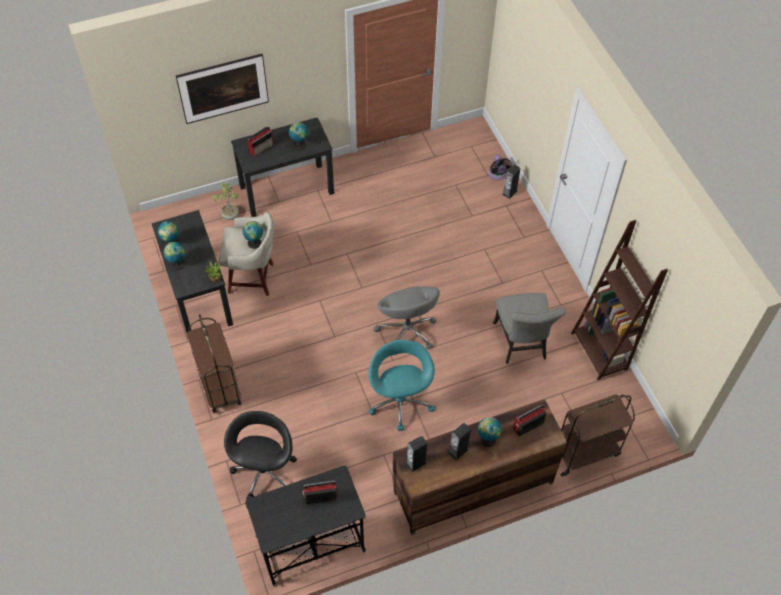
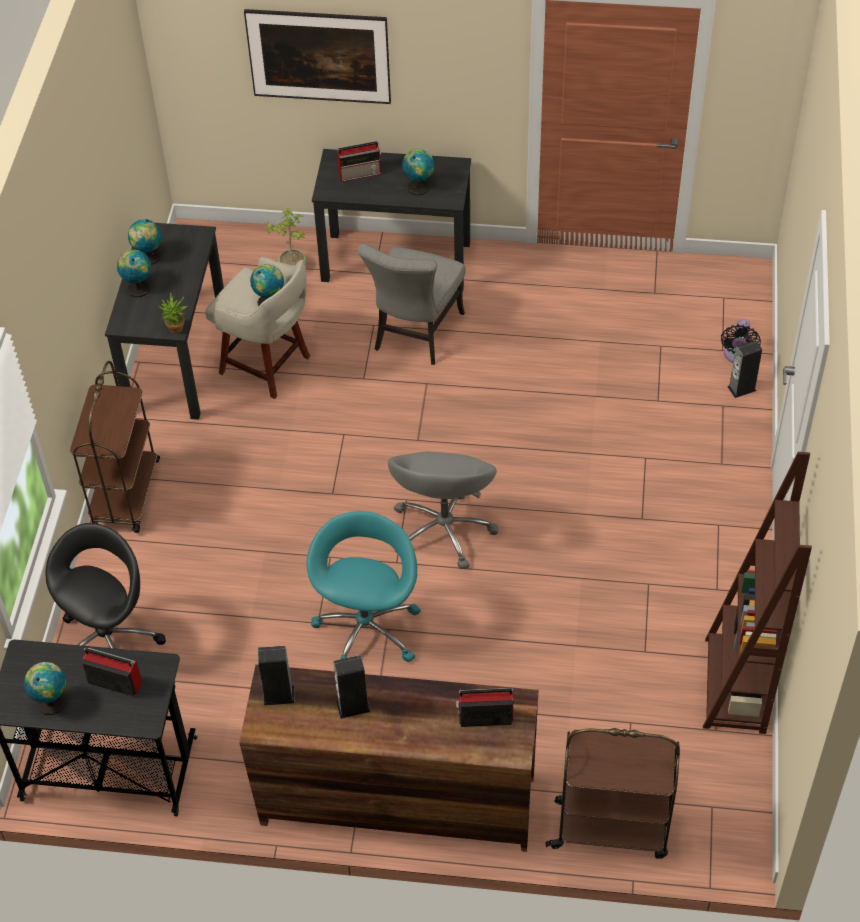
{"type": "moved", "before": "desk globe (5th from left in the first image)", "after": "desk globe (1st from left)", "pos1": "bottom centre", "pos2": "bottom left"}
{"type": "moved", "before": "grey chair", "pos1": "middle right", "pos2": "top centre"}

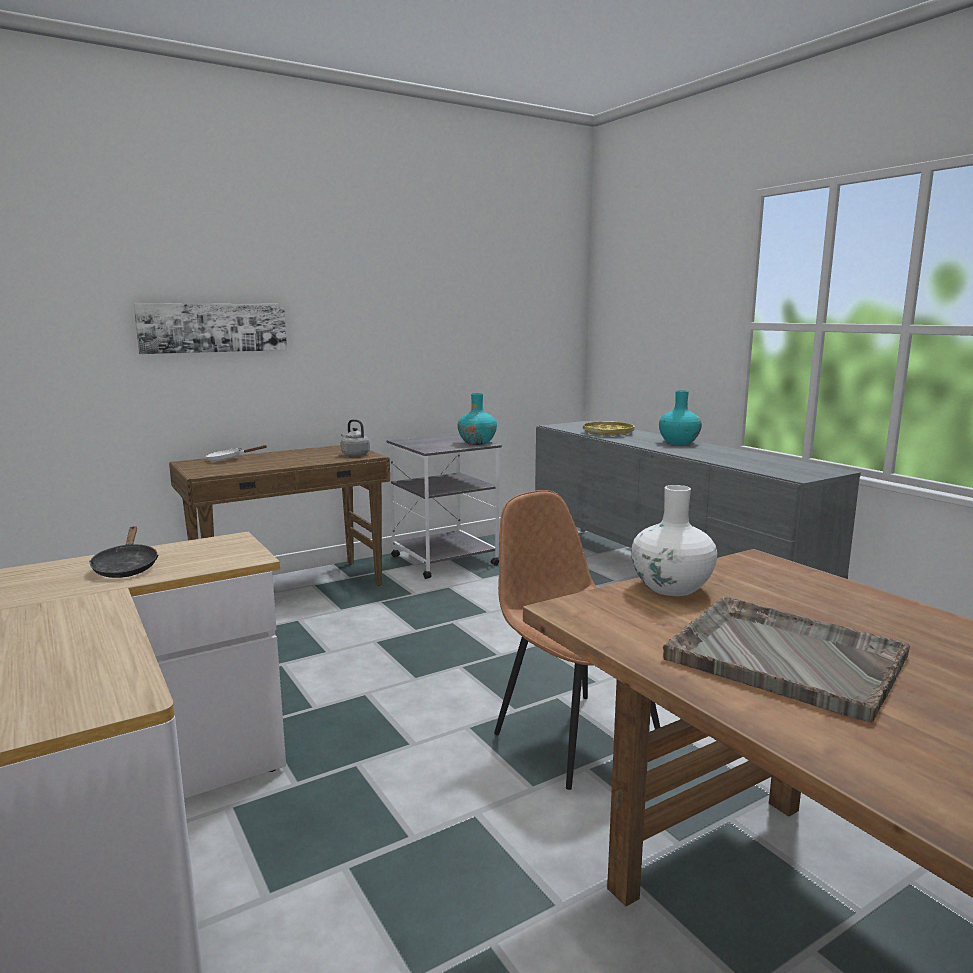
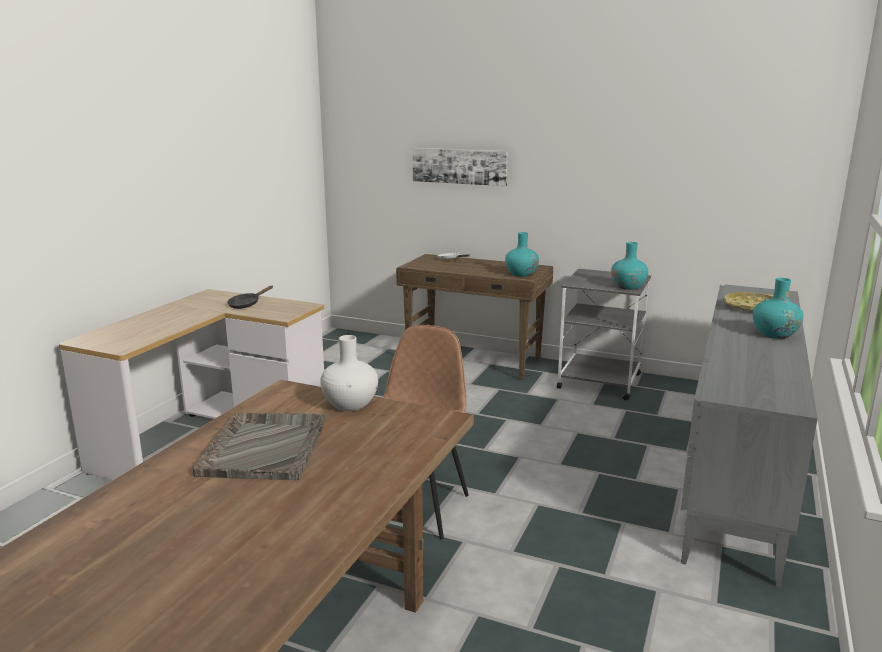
{"type": "replaced", "before": "grey water kettle", "after": "turquoise decorative vase (1st from left)", "pos1": "centre", "pos2": "centre"}

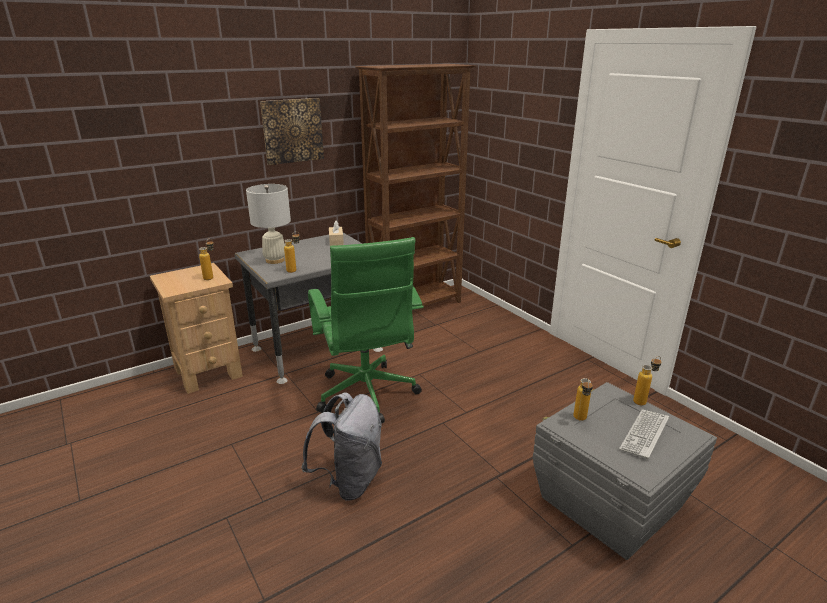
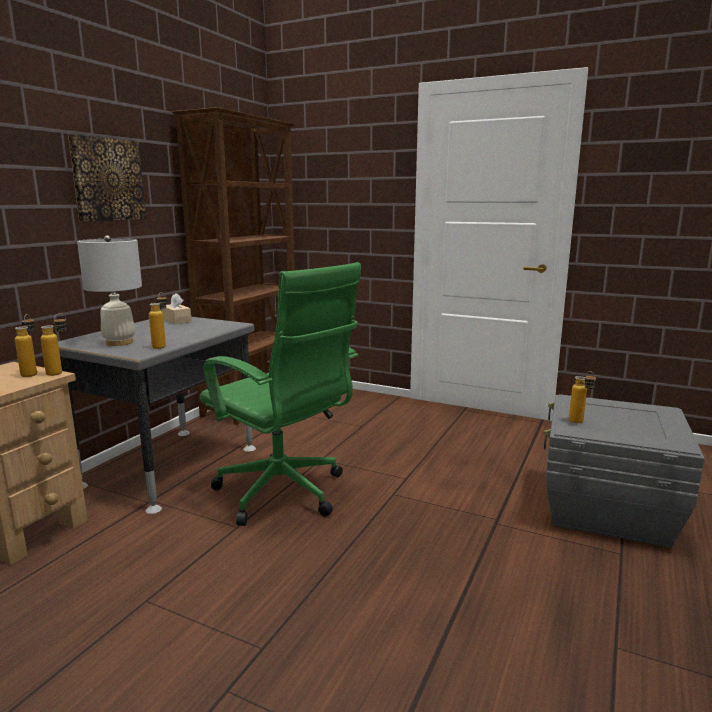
{"type": "removed", "before": "grey knapsack", "pos1": "bottom centre"}
{"type": "removed", "before": "PC keyboard", "pos1": "bottom right"}
{"type": "moved", "before": "beverage bottle (4th from left in the first image)", "after": "beverage bottle (2nd from left)", "pos1": "middle right", "pos2": "middle left"}

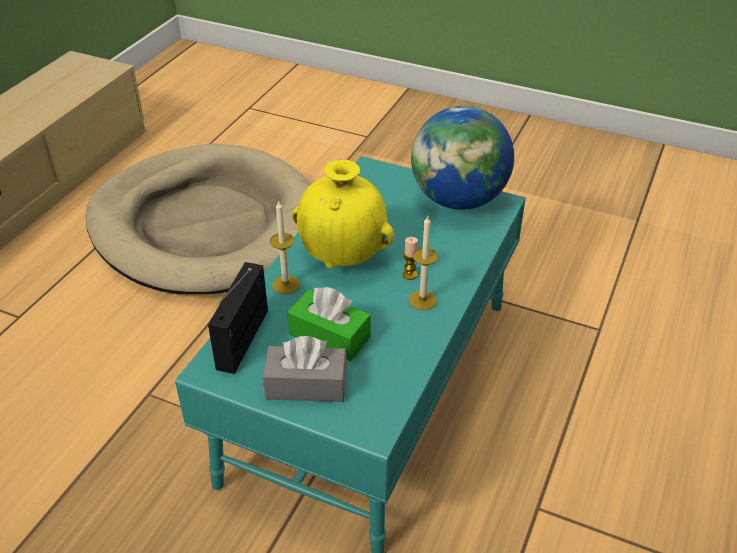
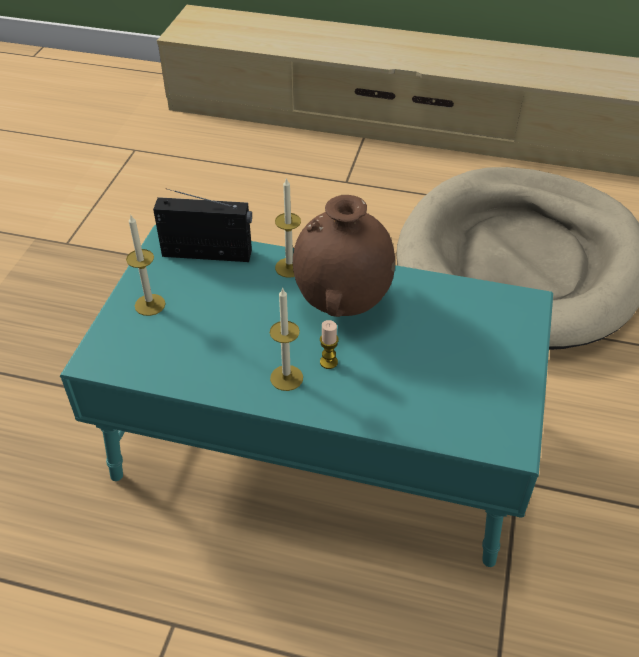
{"type": "replaced", "before": "grey tissue holder", "after": "wax candle (1st from left)", "pos1": "bottom centre", "pos2": "middle left"}
{"type": "removed", "before": "green-coloured tissue holder", "pos1": "centre"}
{"type": "recoloured", "before": "yellowish decorative vase", "after": "brown decorative vase", "pos1": "centre", "pos2": "centre"}
{"type": "removed", "before": "desk globe", "pos1": "top centre"}

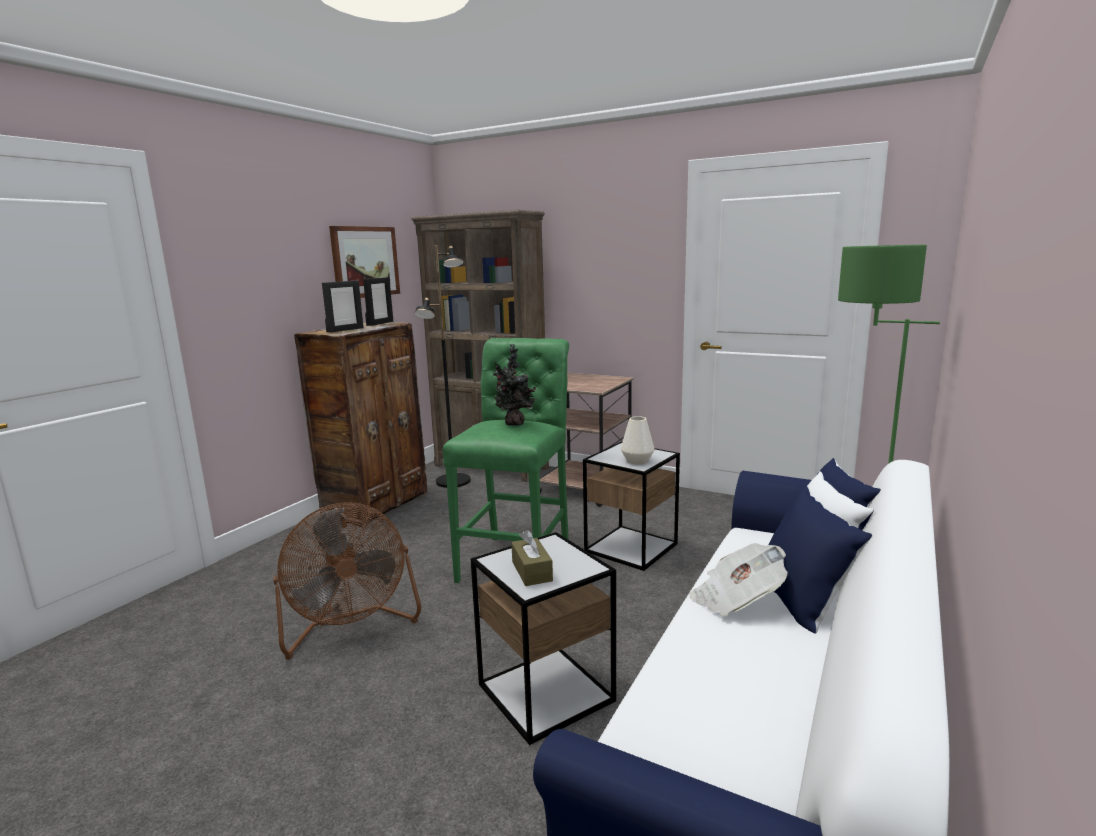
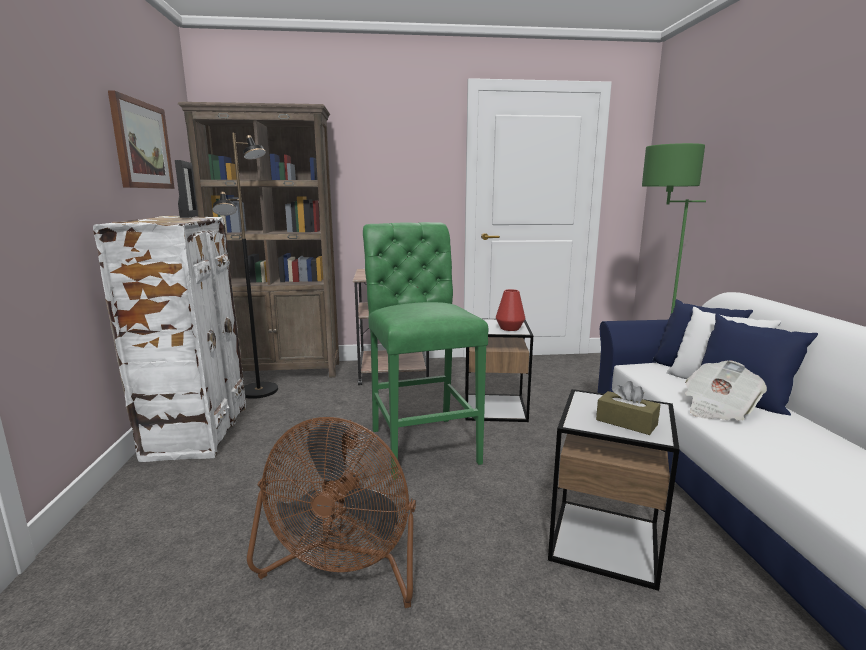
{"type": "turned", "before": "brown fan", "pos1": "bottom left", "pos2": "bottom centre", "turn": 75}
{"type": "recoloured", "before": "brown cupboard", "after": "whitish cupboard", "pos1": "middle left", "pos2": "middle left"}
{"type": "removed", "before": "photo frame (1st from left)", "pos1": "middle left"}
{"type": "removed", "before": "potted plant", "pos1": "centre"}
{"type": "recoloured", "before": "whitish decorative vase", "after": "reddish decorative vase", "pos1": "centre", "pos2": "centre"}

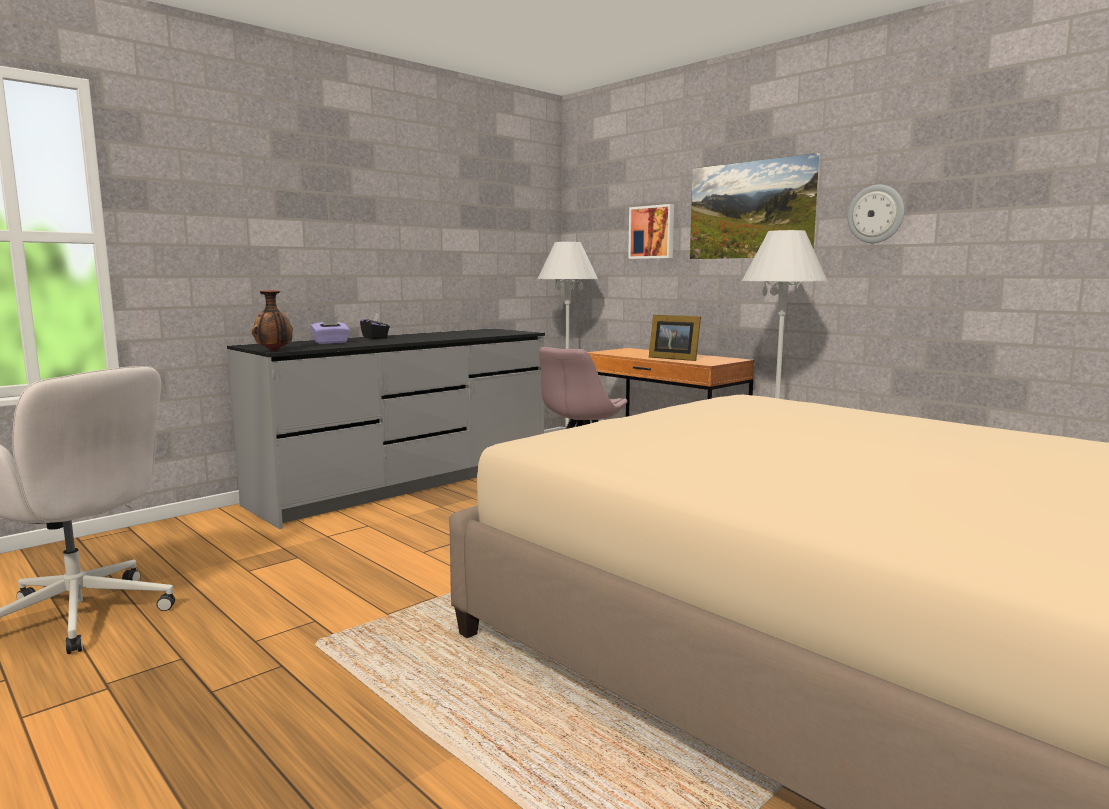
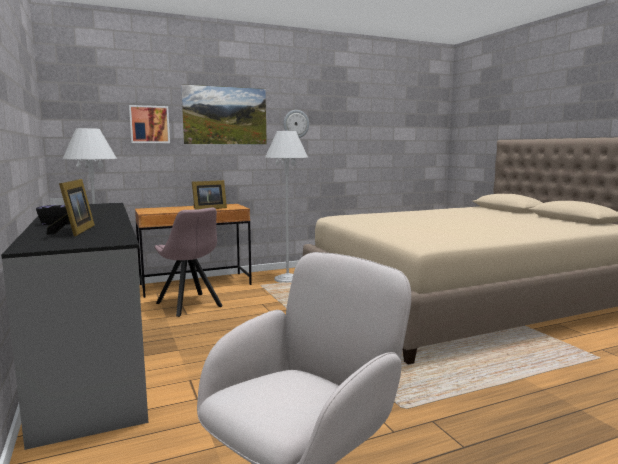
{"type": "removed", "before": "decorative vase", "pos1": "middle left"}
{"type": "replaced", "before": "purple tissue holder", "after": "photo frame (1st from left)", "pos1": "middle left", "pos2": "middle left"}

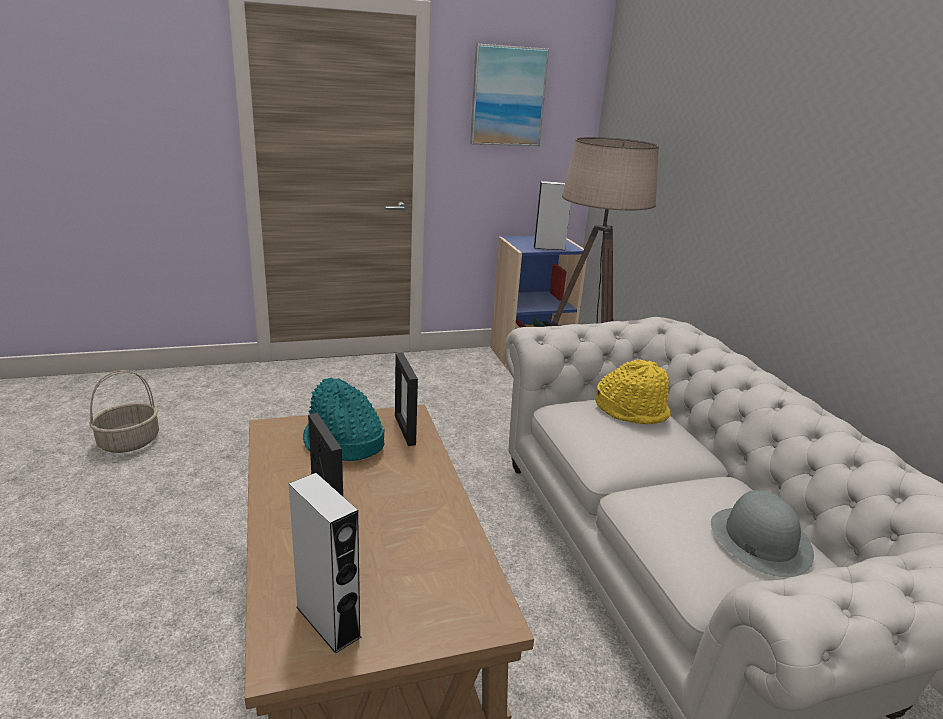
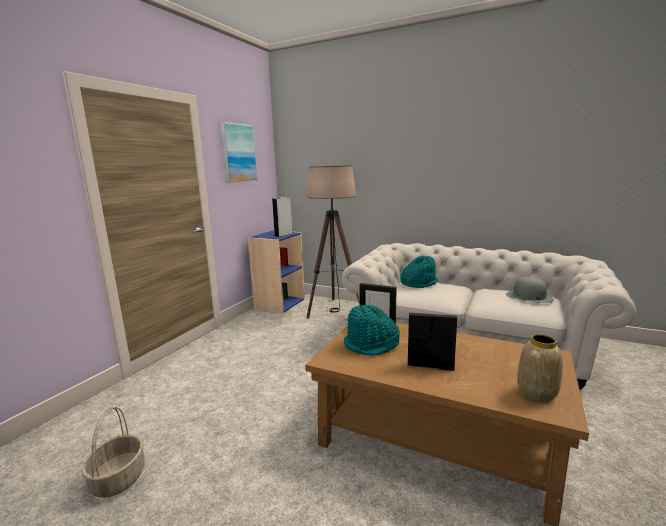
{"type": "replaced", "before": "grey audio speaker (1st from left)", "after": "decorative vase", "pos1": "bottom centre", "pos2": "bottom right"}
{"type": "recoloured", "before": "yellowish wearable hat", "after": "turquoise wearable hat (2nd from left)", "pos1": "middle right", "pos2": "centre"}

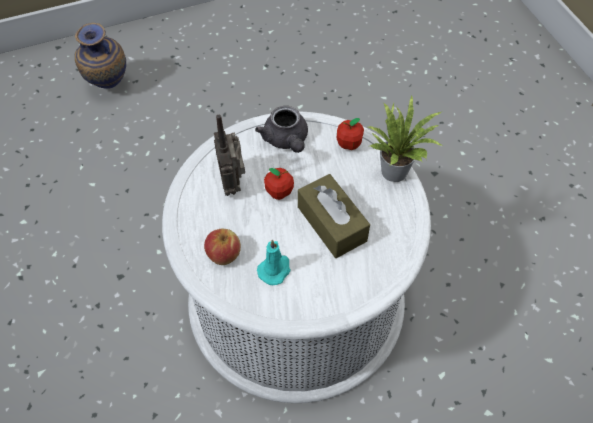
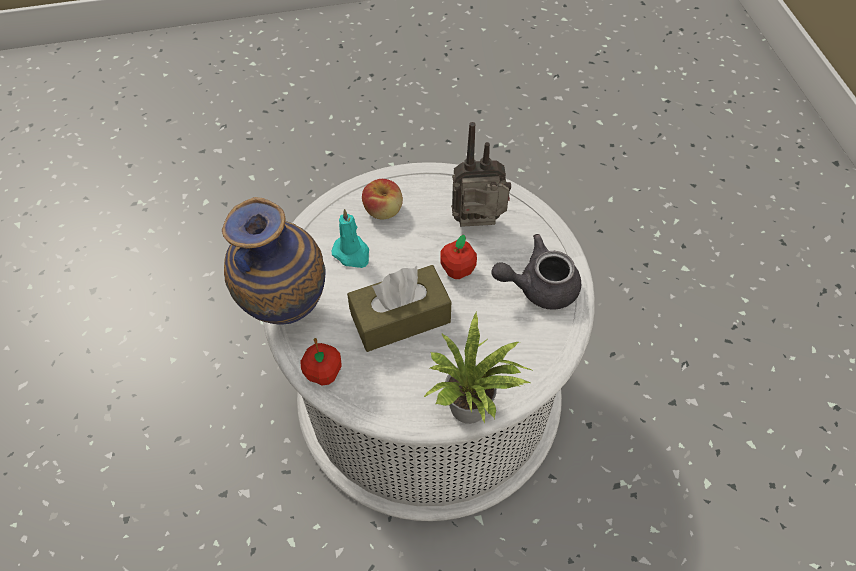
{"type": "moved", "before": "decorative vase", "pos1": "top left", "pos2": "middle left"}
{"type": "moved", "before": "apple (3rd from left in the first image)", "after": "apple (1st from left)", "pos1": "top centre", "pos2": "centre"}

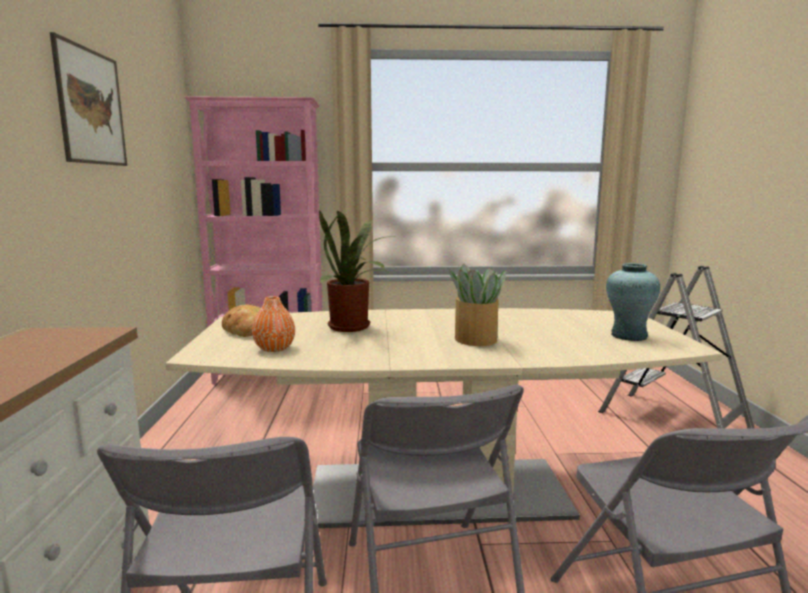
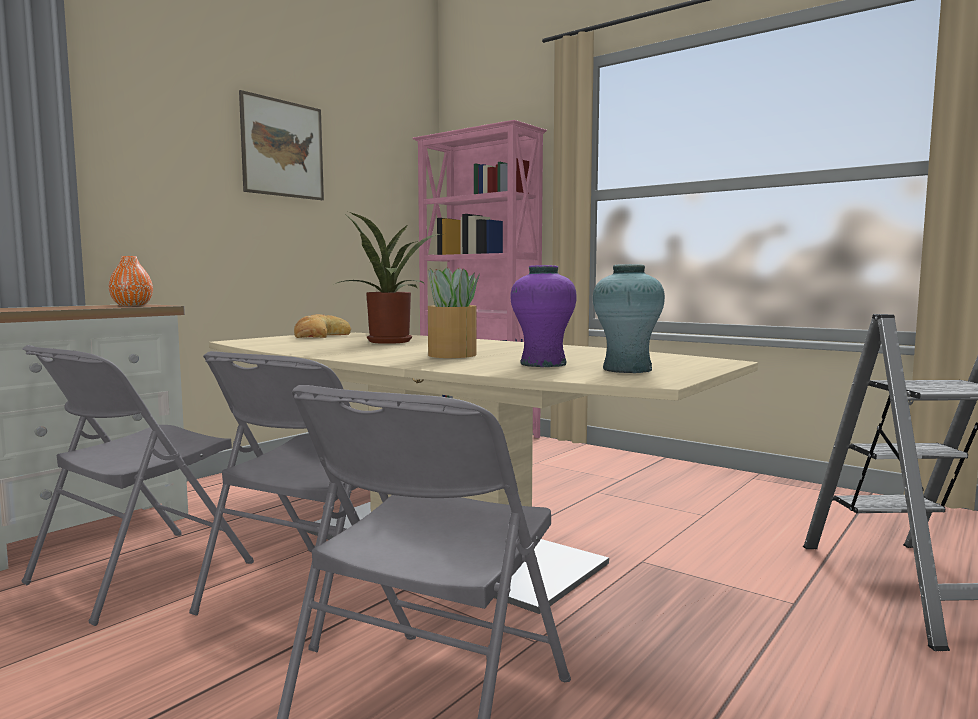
{"type": "moved", "before": "orangey decorative vase", "pos1": "centre", "pos2": "middle left"}
{"type": "added", "after": "purple decorative vase", "pos2": "centre"}

